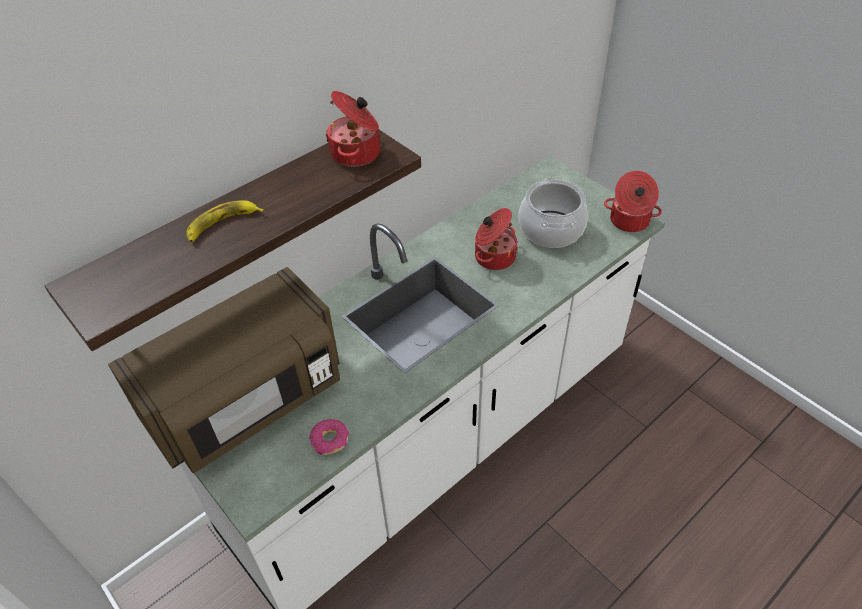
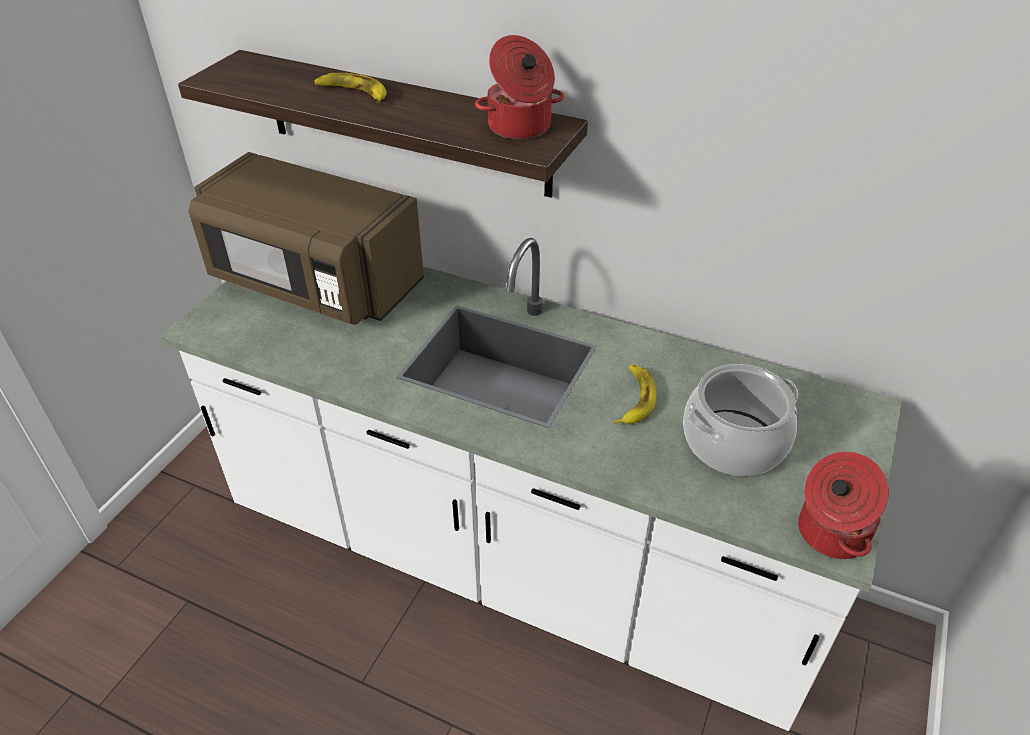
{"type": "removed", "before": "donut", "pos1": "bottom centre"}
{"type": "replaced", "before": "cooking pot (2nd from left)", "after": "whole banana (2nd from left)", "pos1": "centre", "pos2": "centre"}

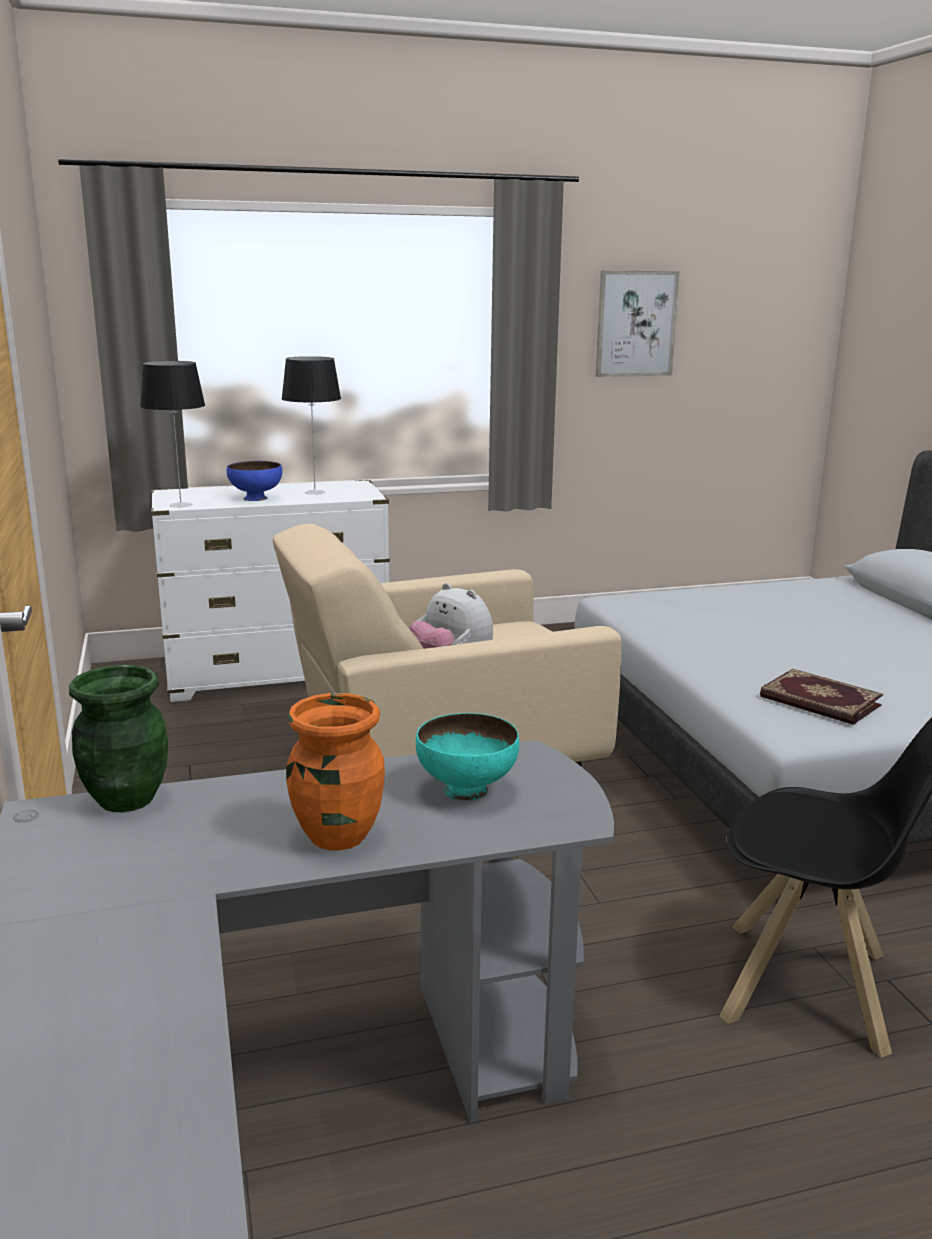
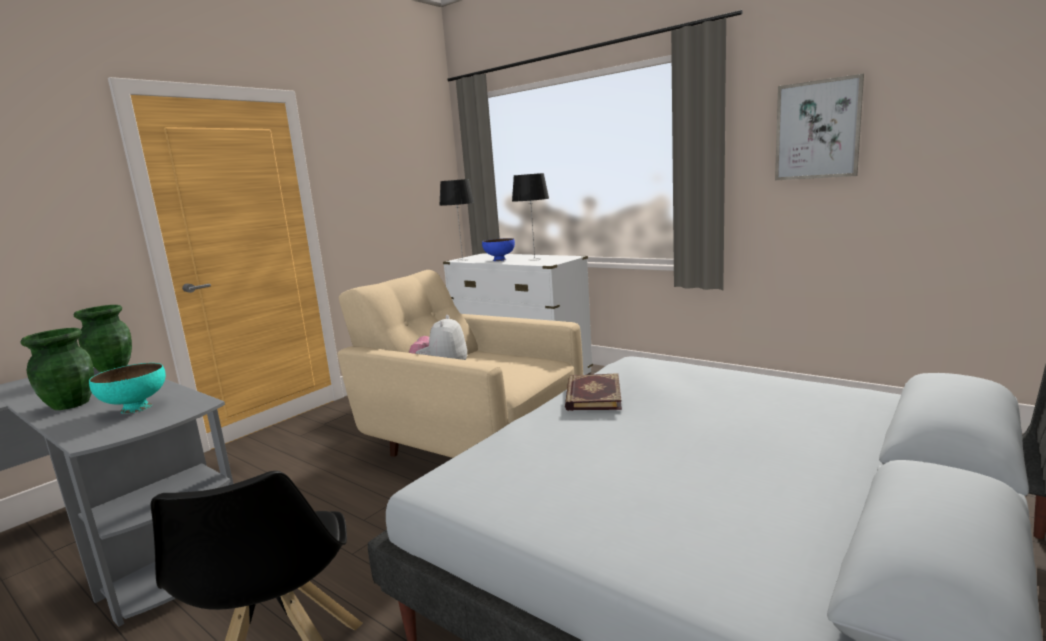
{"type": "recoloured", "before": "orangey decorative vase", "after": "green-coloured decorative vase (1st from left)", "pos1": "centre", "pos2": "middle left"}
{"type": "moved", "before": "bound book", "pos1": "middle right", "pos2": "centre"}

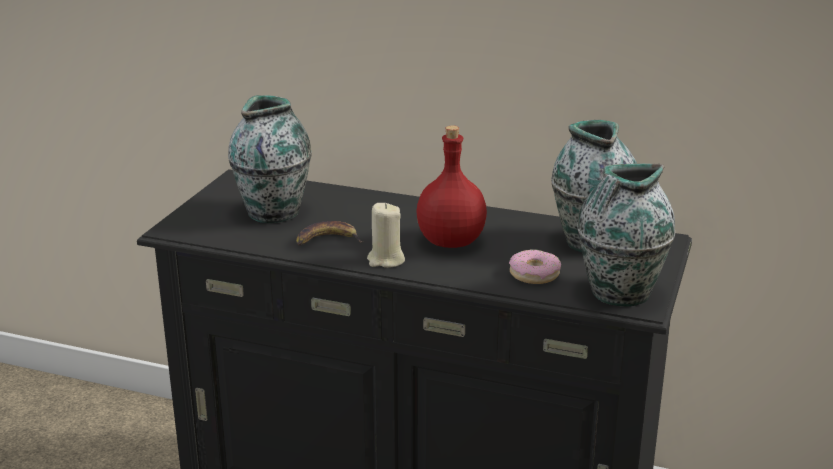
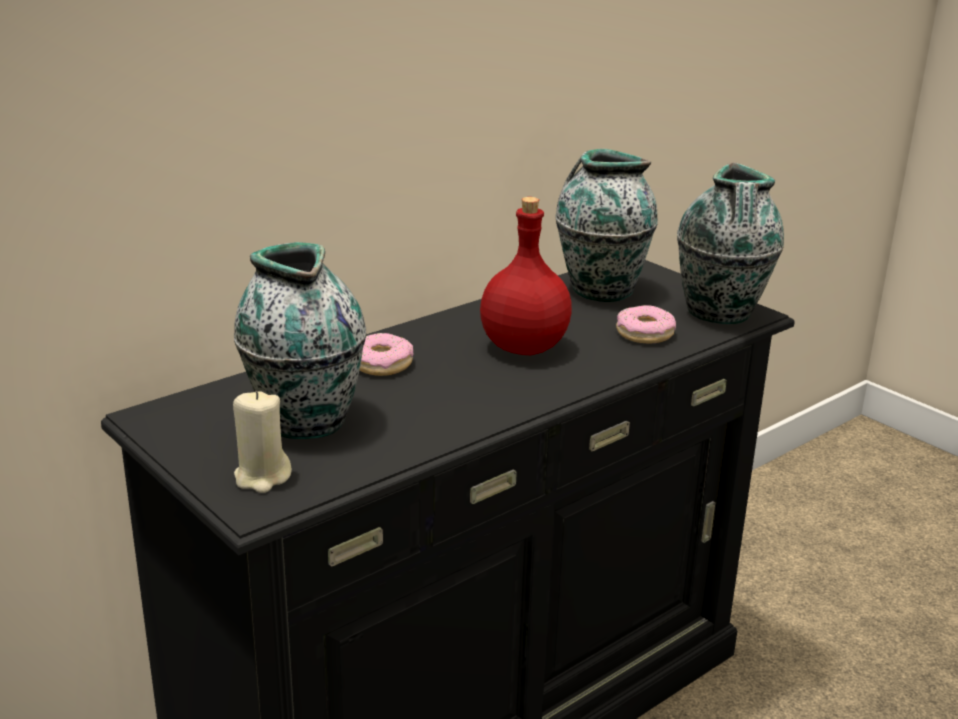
{"type": "removed", "before": "whole banana", "pos1": "centre"}
{"type": "moved", "before": "beige-coloured wax candle", "pos1": "centre", "pos2": "middle left"}
{"type": "added", "after": "donut (1st from left)", "pos2": "centre"}

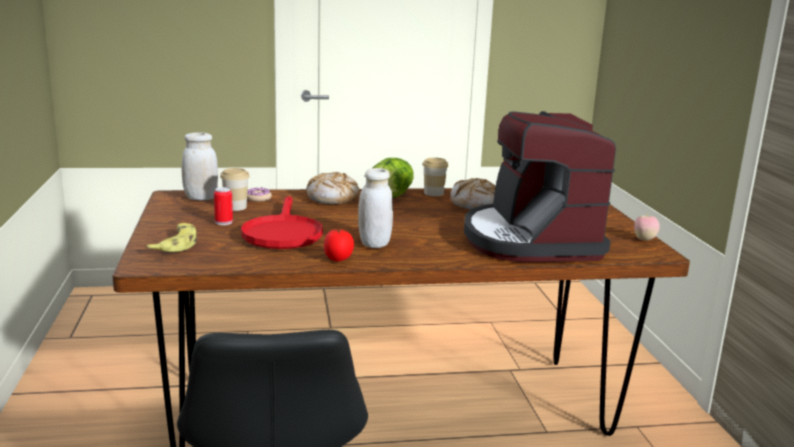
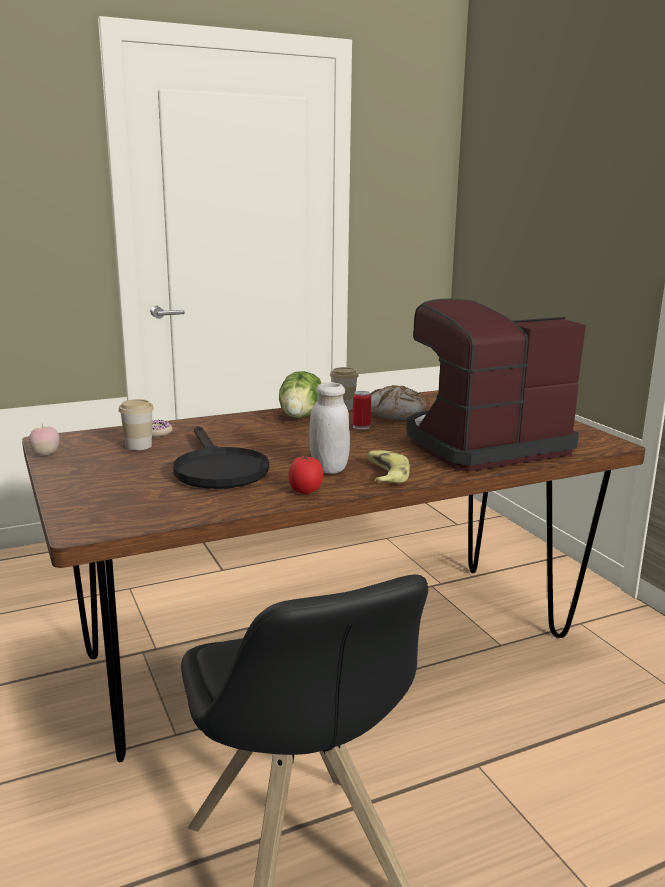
{"type": "moved", "before": "whole banana", "pos1": "middle left", "pos2": "centre"}
{"type": "removed", "before": "whitish preserve jar (1st from left)", "pos1": "middle left"}
{"type": "moved", "before": "sealed can", "pos1": "middle left", "pos2": "centre"}
{"type": "recoloured", "before": "reddish skillet", "after": "black-coloured skillet", "pos1": "centre", "pos2": "middle left"}
{"type": "removed", "before": "baked bread (1st from left)", "pos1": "centre"}
{"type": "turned", "before": "coffee machine", "pos1": "middle right", "pos2": "middle right", "turn": 90}
{"type": "moved", "before": "apple", "pos1": "middle right", "pos2": "middle left"}

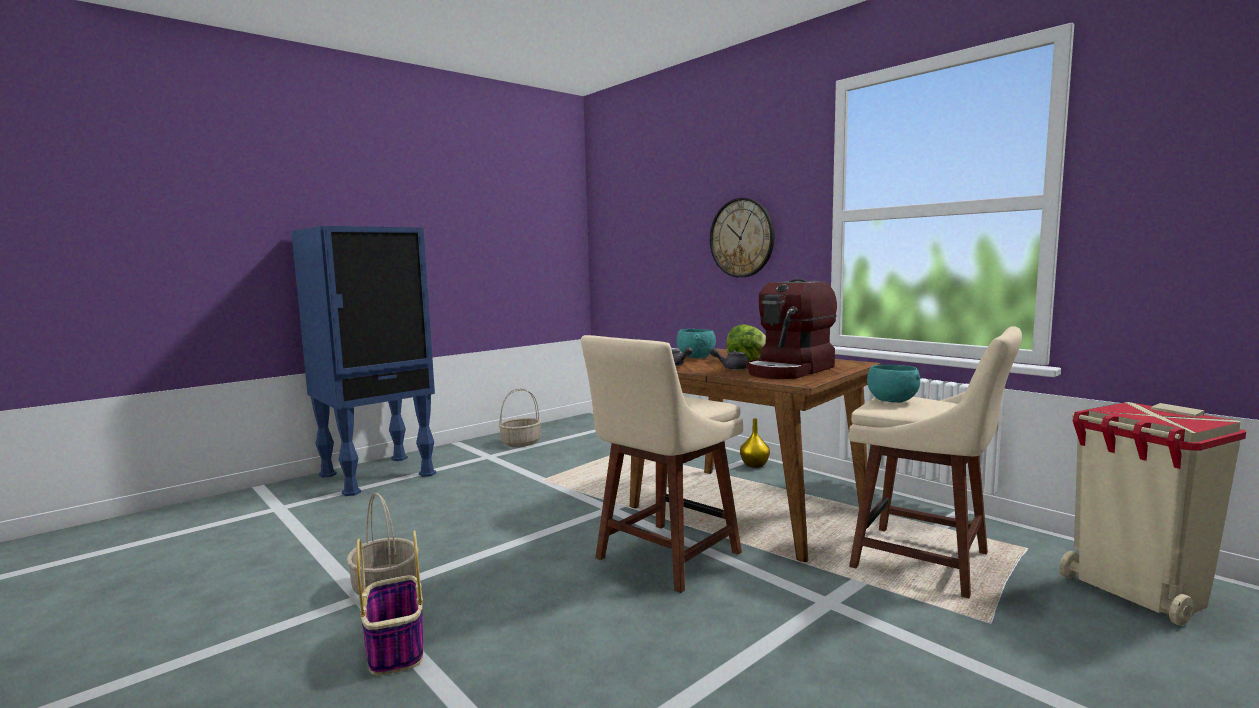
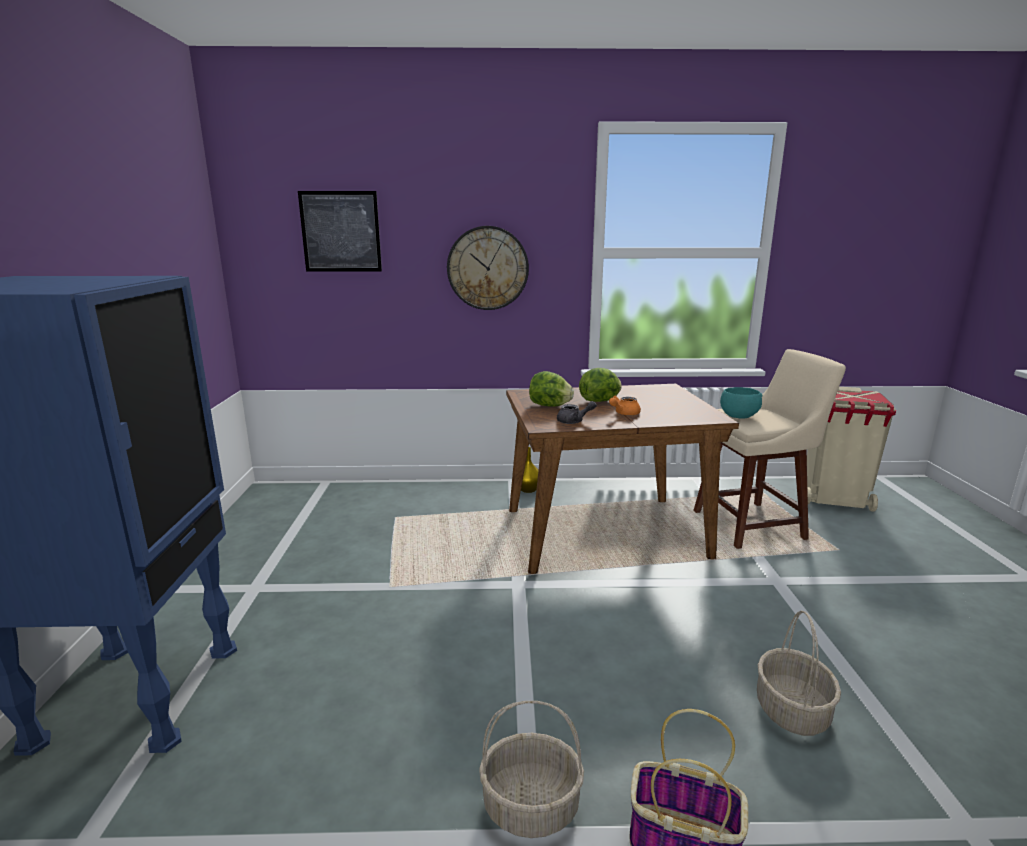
{"type": "moved", "before": "household basket (3rd from left)", "pos1": "centre", "pos2": "bottom right"}
{"type": "removed", "before": "beige-coloured stool seat (1st from left)", "pos1": "centre"}
{"type": "replaced", "before": "turquoise bowl (1st from left)", "after": "lettuce head (1st from left)", "pos1": "centre", "pos2": "centre"}
{"type": "recoloured", "before": "grey tea pot (2nd from left)", "after": "orangey tea pot", "pos1": "centre", "pos2": "centre"}
{"type": "removed", "before": "coffee machine", "pos1": "centre"}
{"type": "added", "after": "wall picture", "pos2": "top left"}

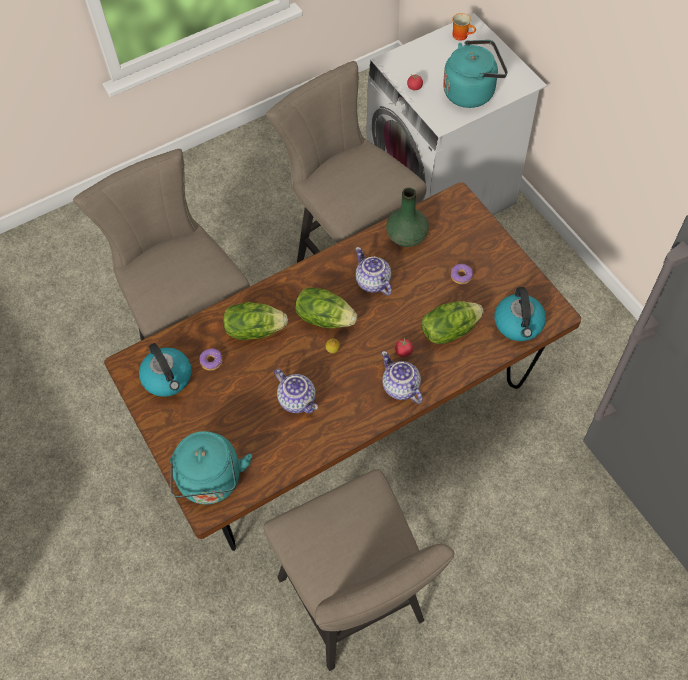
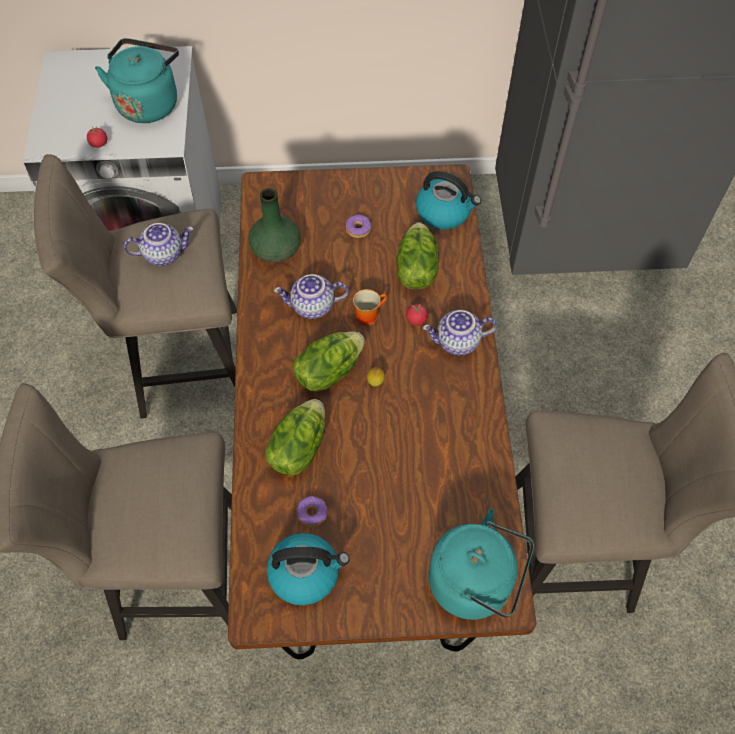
{"type": "moved", "before": "tea pot (1st from left)", "pos1": "centre", "pos2": "top left"}
{"type": "moved", "before": "tea mug", "pos1": "top right", "pos2": "centre"}

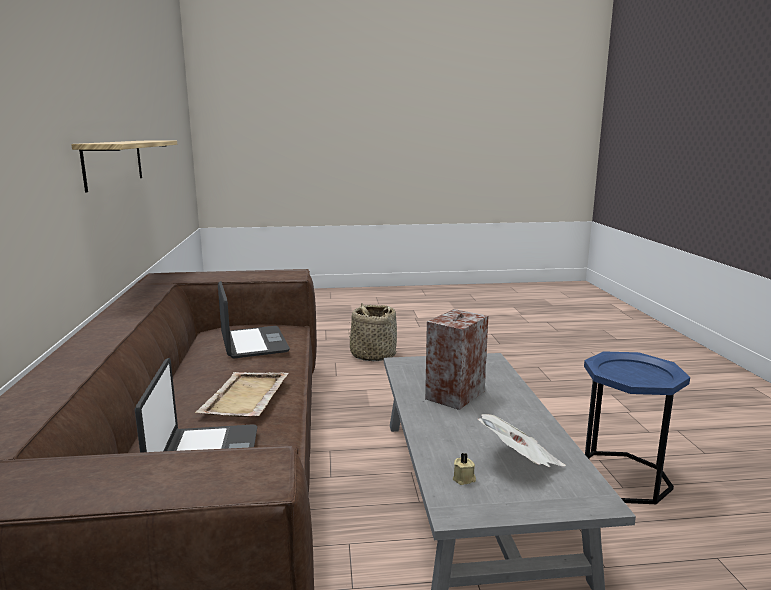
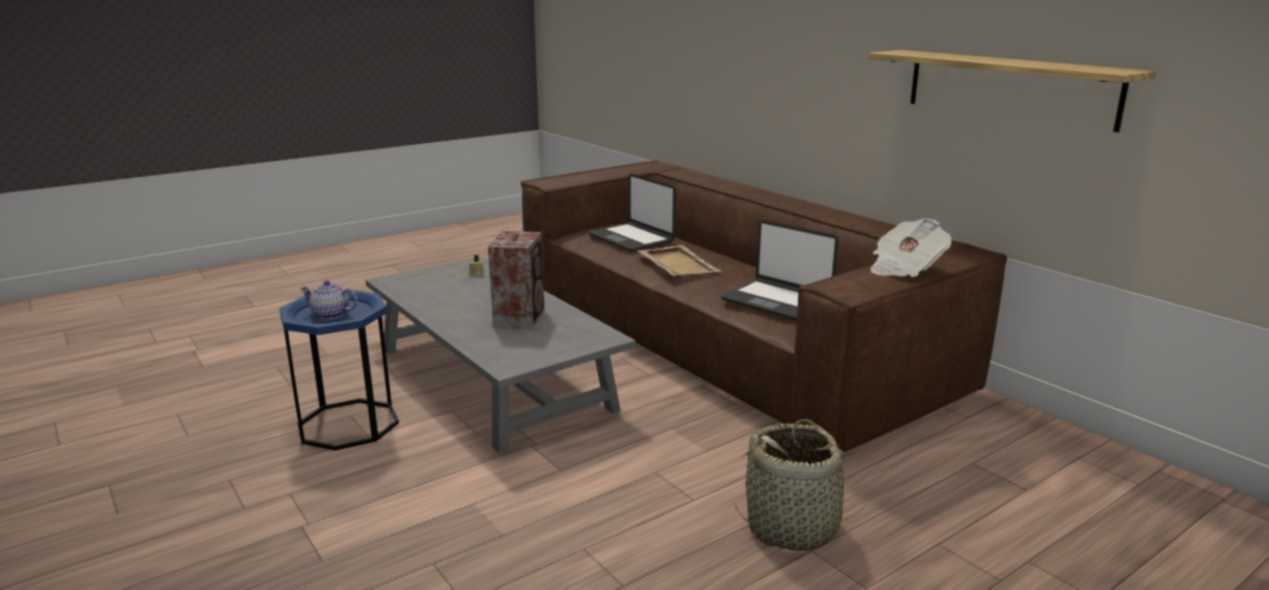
{"type": "moved", "before": "printed paper", "pos1": "bottom right", "pos2": "middle right"}
{"type": "added", "after": "tea pot", "pos2": "middle left"}

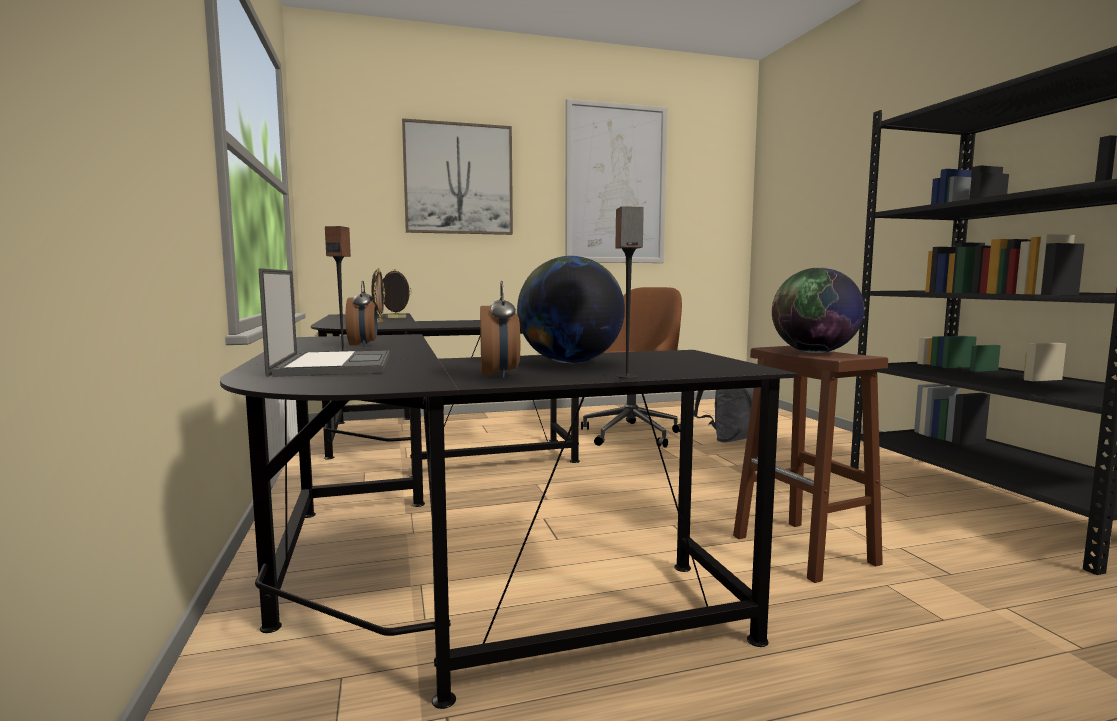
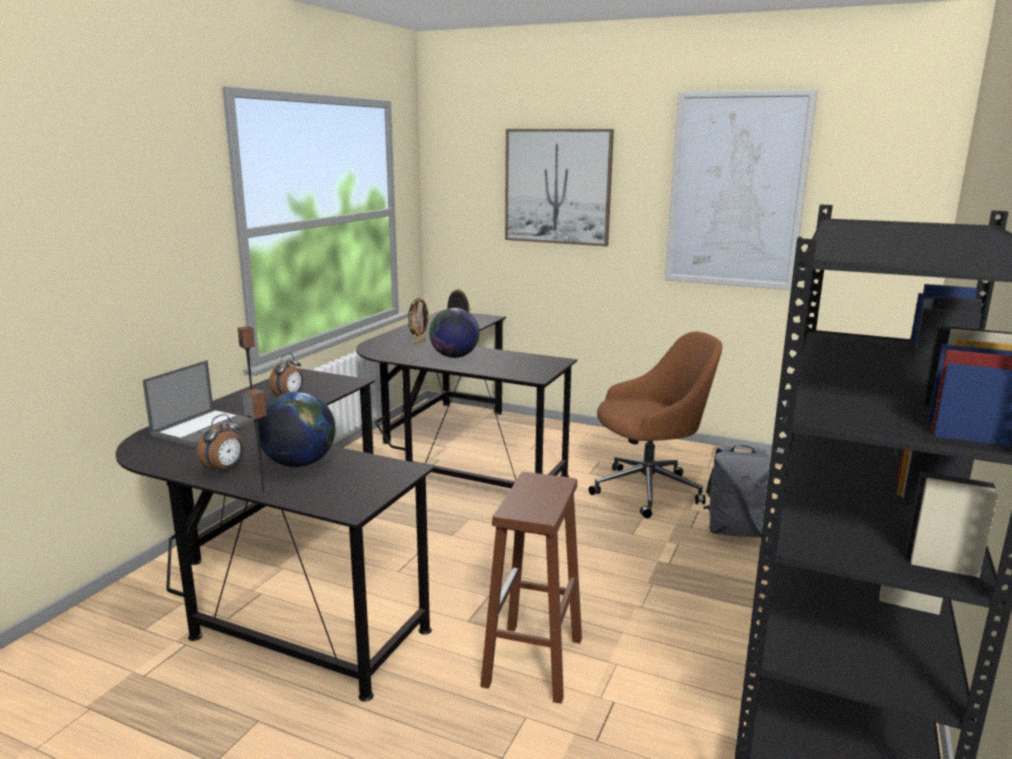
{"type": "moved", "before": "desk globe (2nd from left)", "pos1": "middle right", "pos2": "centre"}

